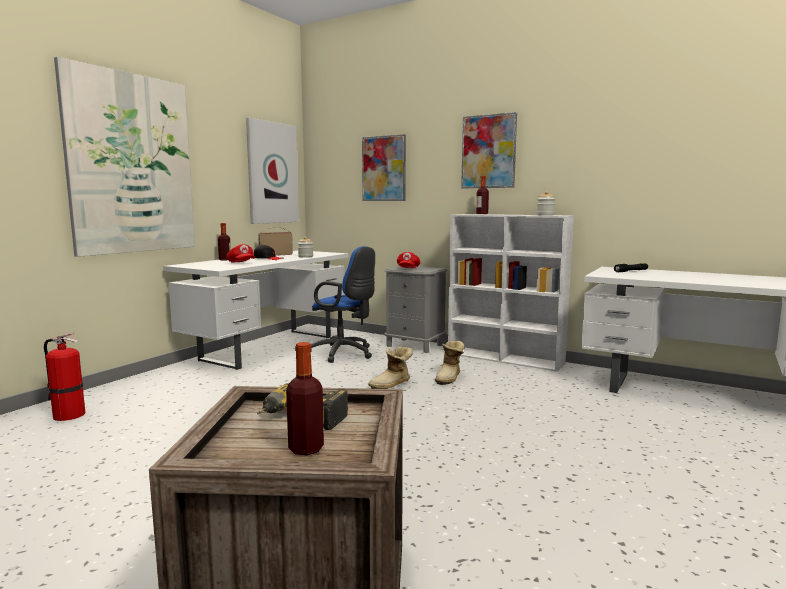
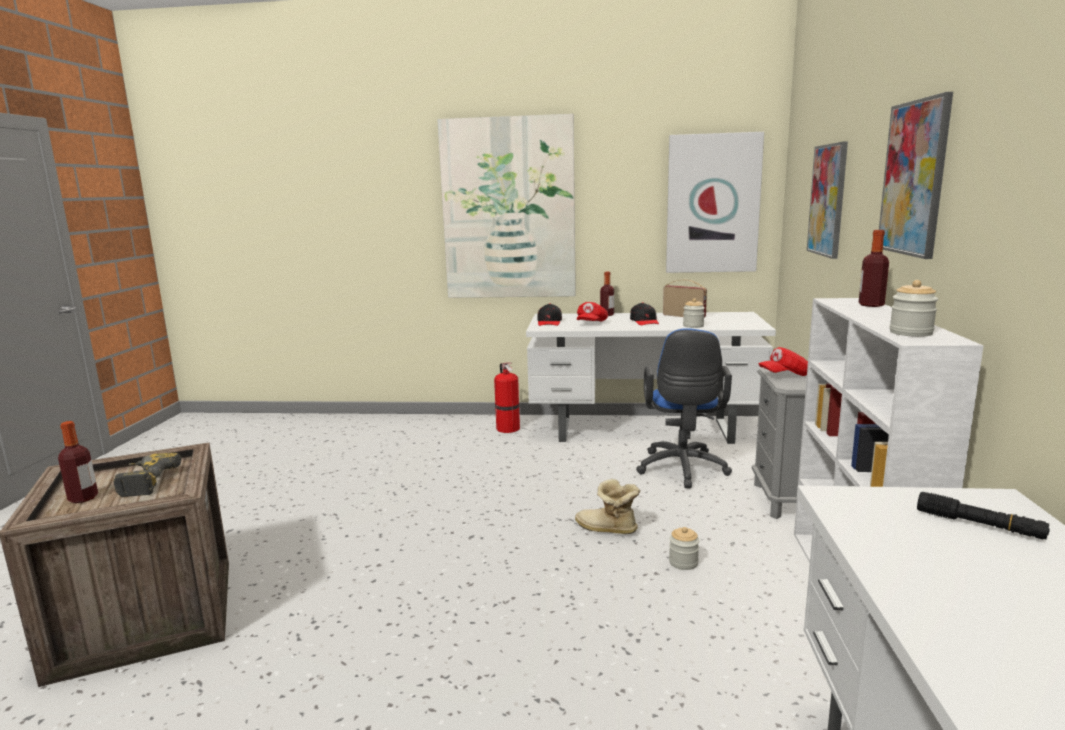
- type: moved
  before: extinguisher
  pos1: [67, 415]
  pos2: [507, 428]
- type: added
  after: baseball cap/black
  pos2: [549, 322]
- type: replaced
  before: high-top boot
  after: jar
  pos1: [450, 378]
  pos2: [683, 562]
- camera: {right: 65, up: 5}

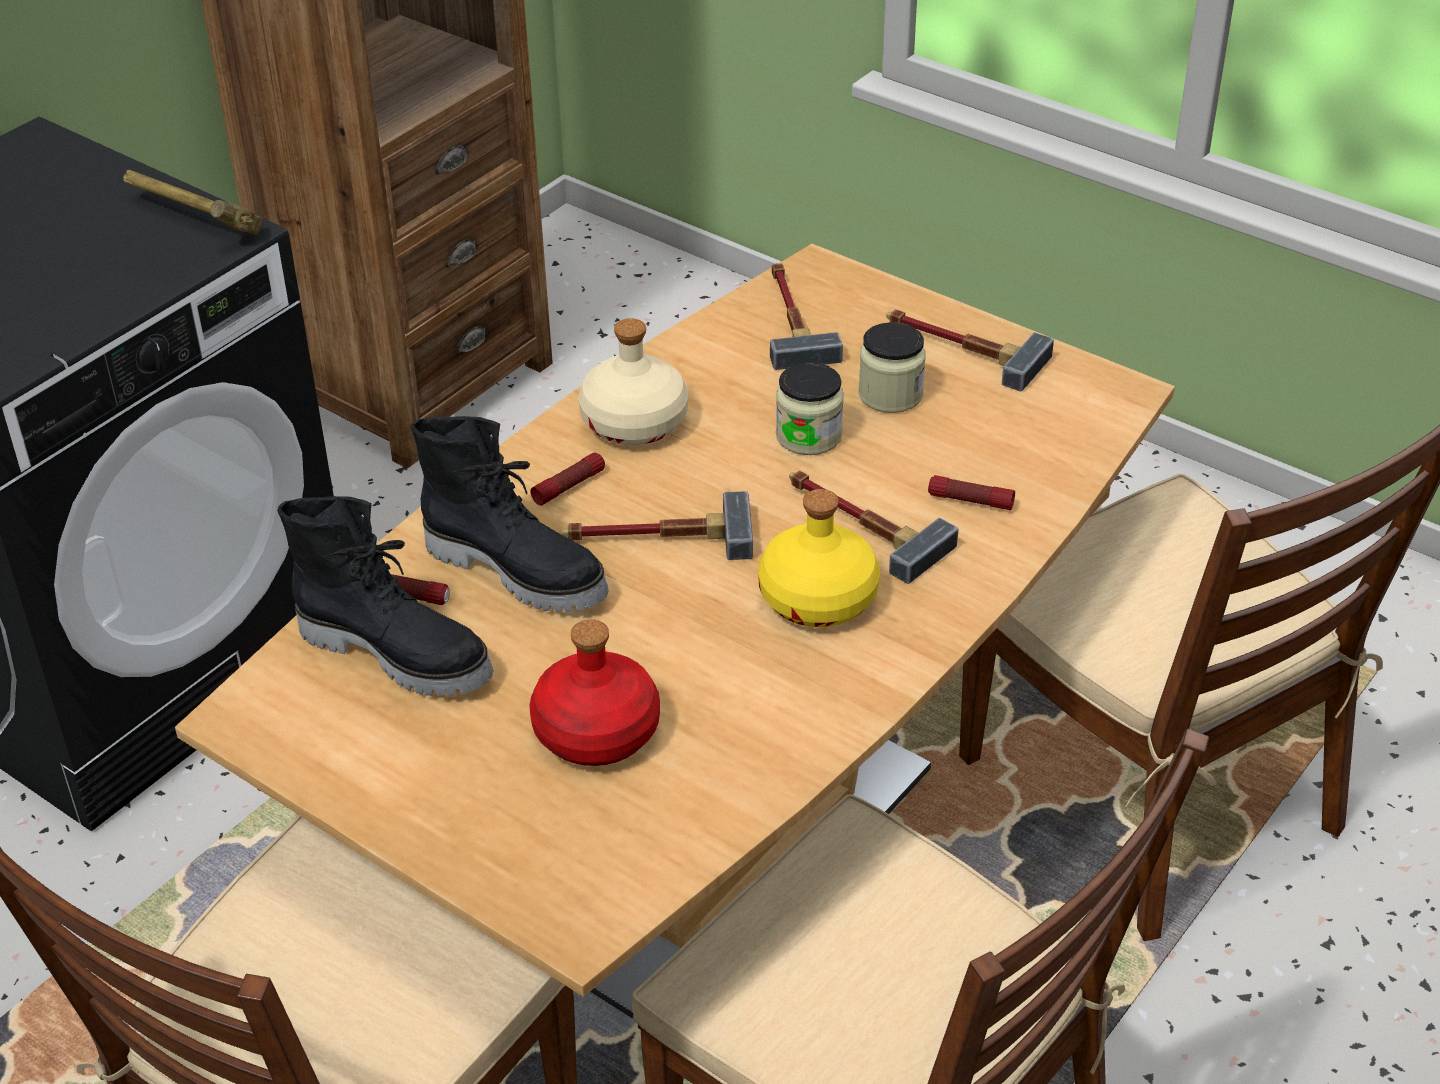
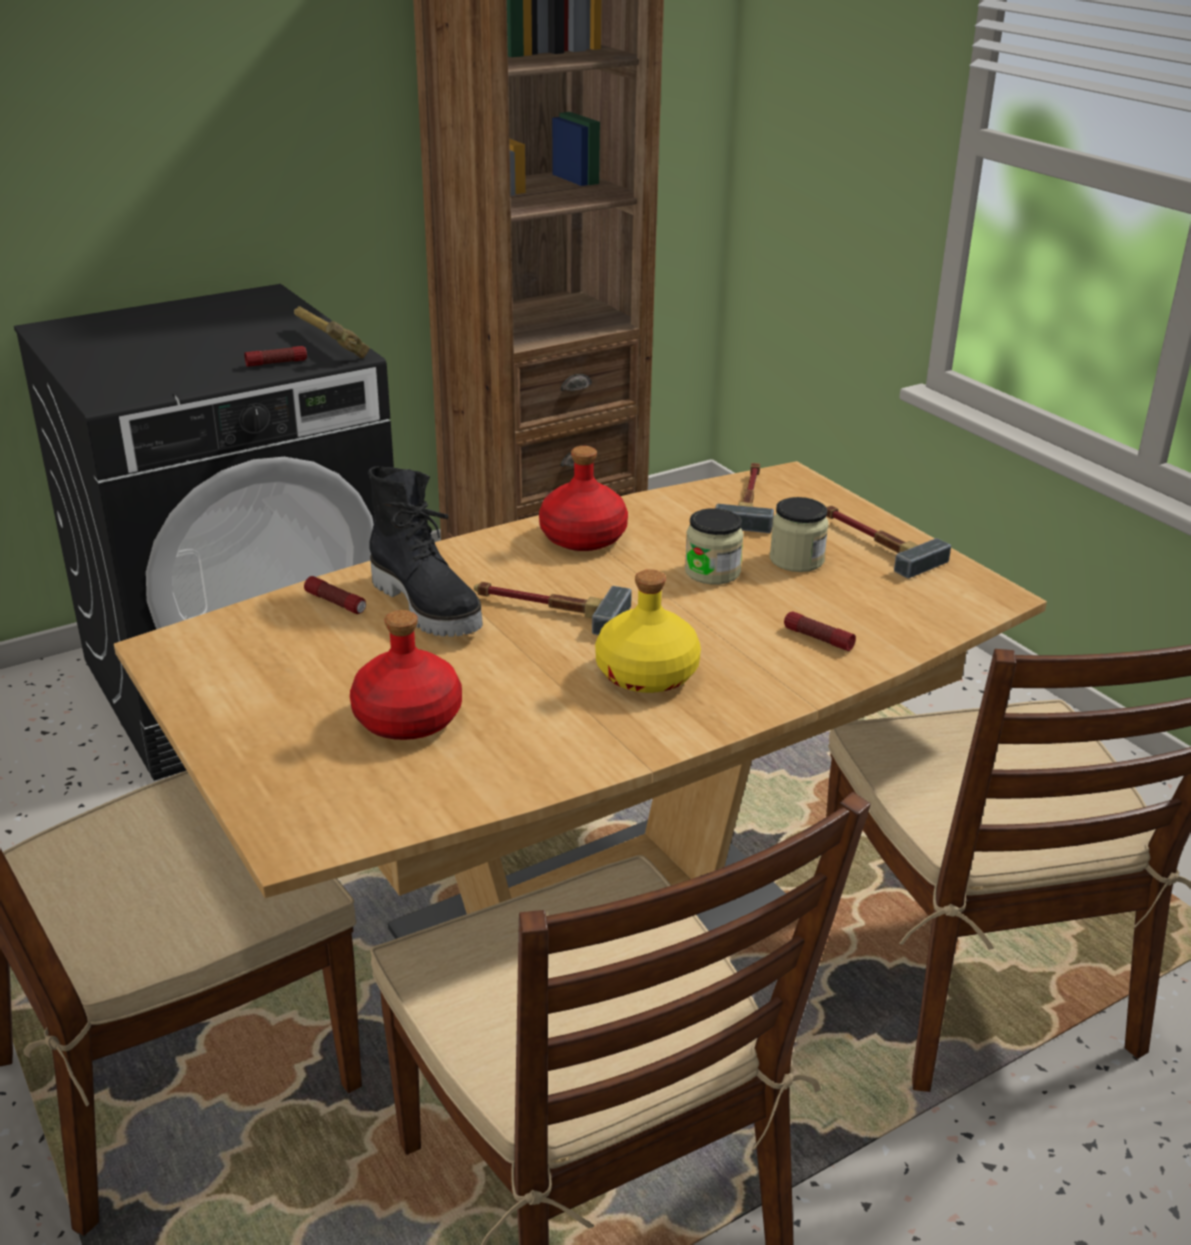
- type: moved
  before: flashlight
  pos1: [569, 486]
  pos2: [276, 363]
- type: recoloured
  before: beverage bottle/sand-coloured
  after: beverage bottle/red-coloured
  pos1: [633, 423]
  pos2: [582, 537]
- type: removed
  before: high-top boot/black
  pos1: [398, 653]
- type: removed
  before: hand hammer
  pos1: [860, 524]
- camera: {right: 20, up: -10}

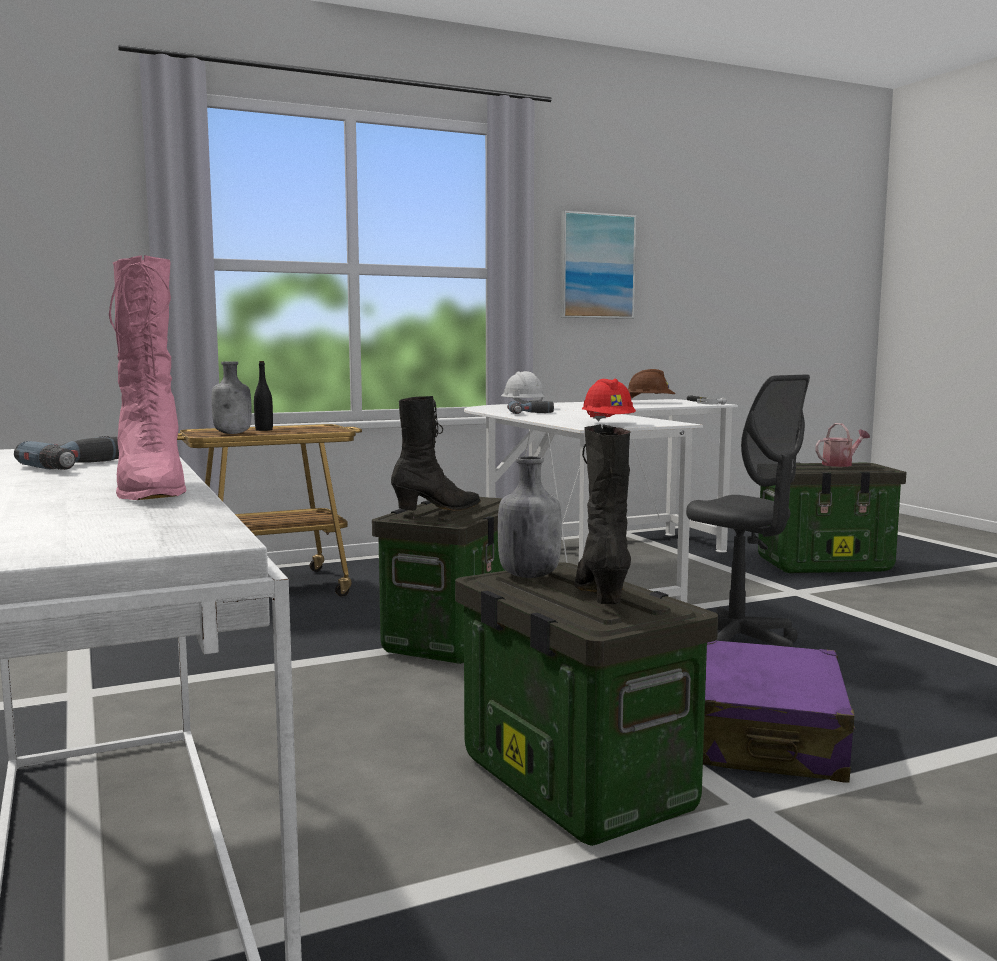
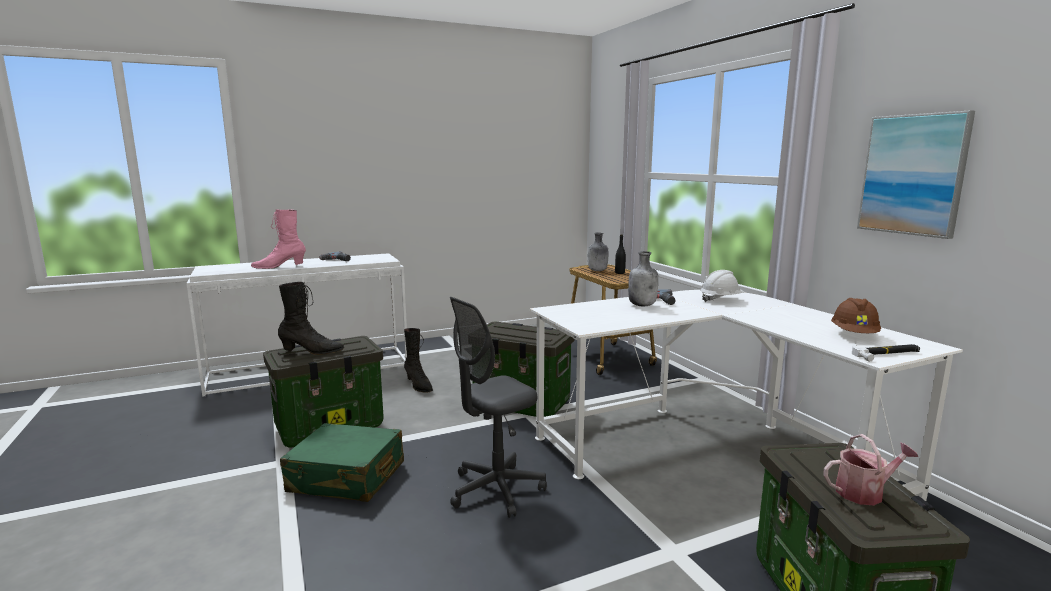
- type: recoloured
  before: travel case/purplish
  after: travel case/green
  pos1: [767, 738]
  pos2: [347, 477]
- type: moved
  before: high-top boot/black
  pos1: [438, 510]
  pos2: [418, 385]
- type: moved
  before: beverage bottle/gray
  pos1: [528, 575]
  pos2: [642, 305]
- type: turned
  before: watering can
  pos1: [840, 464]
  pos2: [864, 492]
  turn: -75
- type: removed
  before: safety helmet/red-coloured
  pos1: [608, 424]
- camera: {right: 90, up: 5}

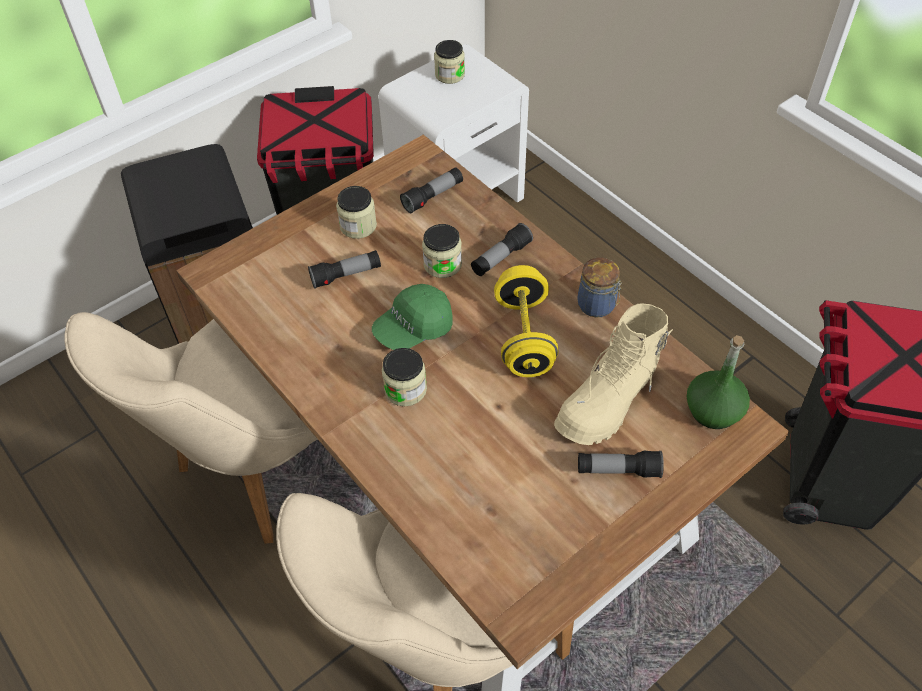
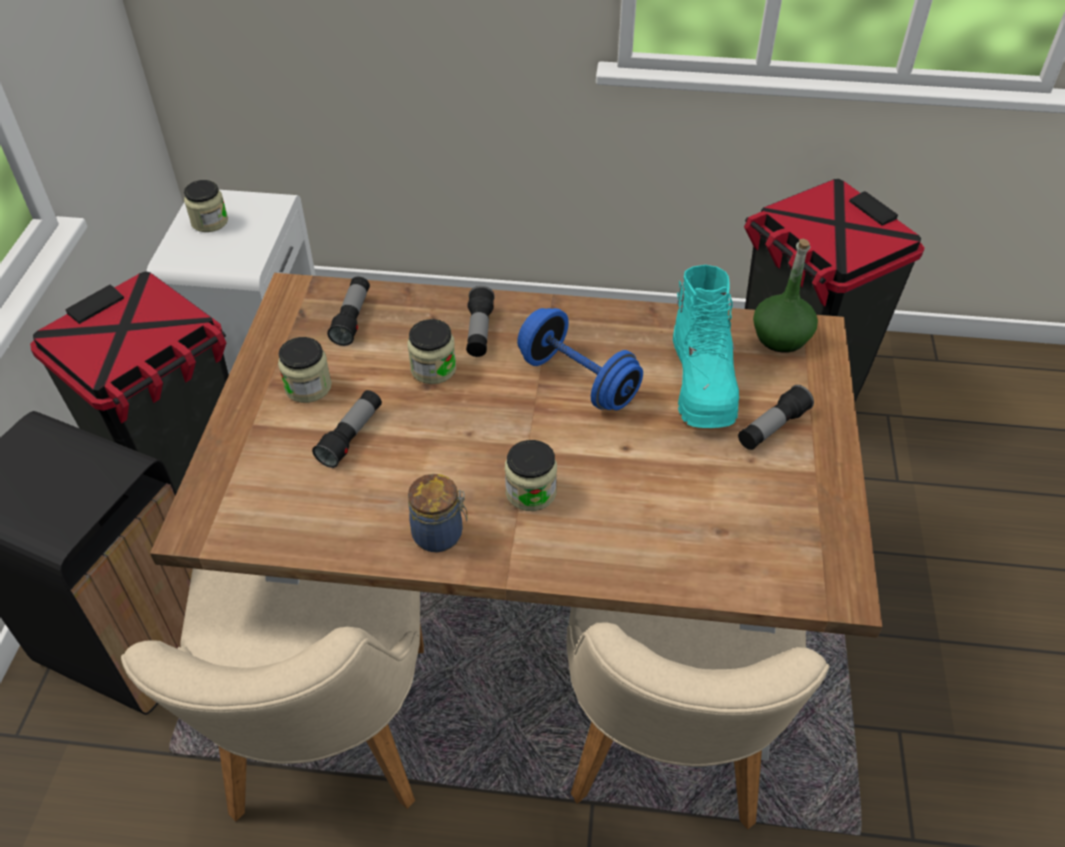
- type: moved
  before: jar
  pos1: [597, 306]
  pos2: [440, 534]
- type: recoloured
  before: free weight/yellowish
  after: free weight/blue-coloured
  pos1: [524, 337]
  pos2: [578, 380]
- type: recoloured
  before: high-top boot/sand-coloured
  after: high-top boot/turquoise-coloured
  pos1: [609, 401]
  pos2: [703, 383]
- type: removed
  before: baseball cap/green
  pos1: [413, 328]
- camera: {right: -45, up: -5}

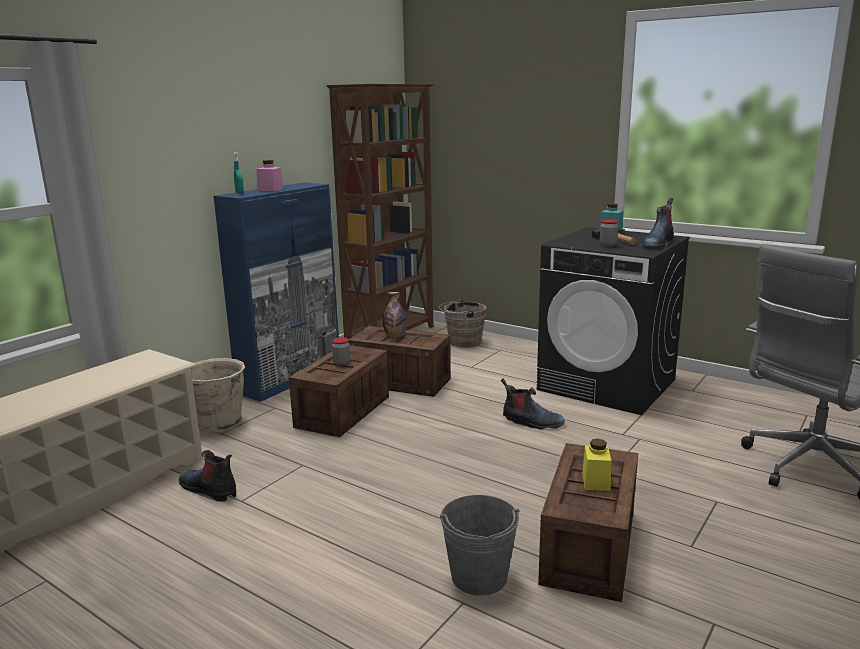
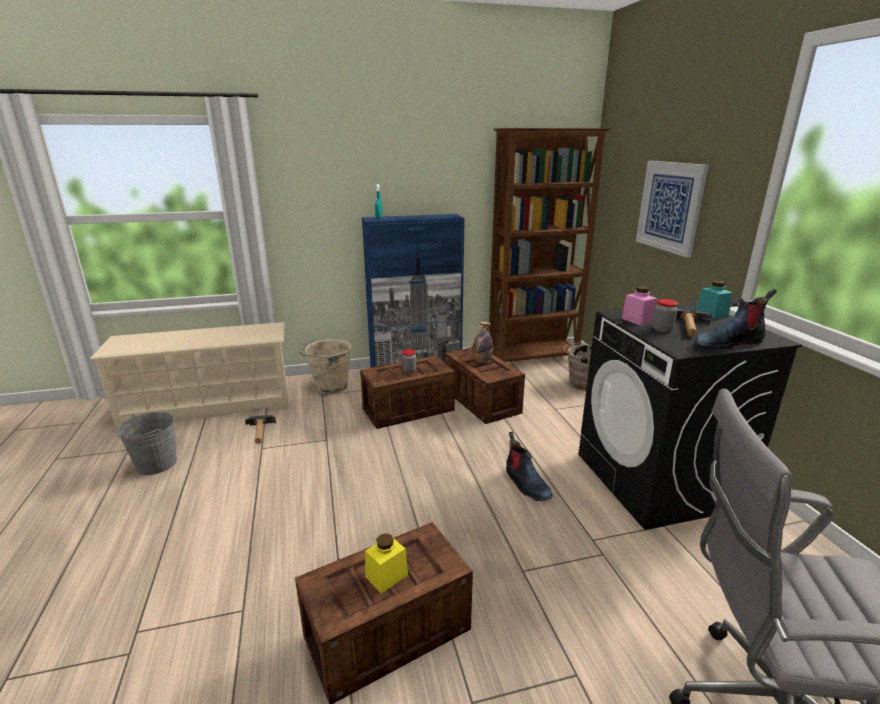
- type: moved
  before: water bucket/gray
  pos1: [479, 576]
  pos2: [156, 464]
- type: replaced
  before: high-top boot
  after: hand hammer
  pos1: [210, 490]
  pos2: [260, 432]
- type: moved
  before: jar/pink
  pos1: [270, 190]
  pos2: [637, 320]
- type: added
  after: wall art
  pos2: [670, 207]
- camera: {right: 40, up: 5}

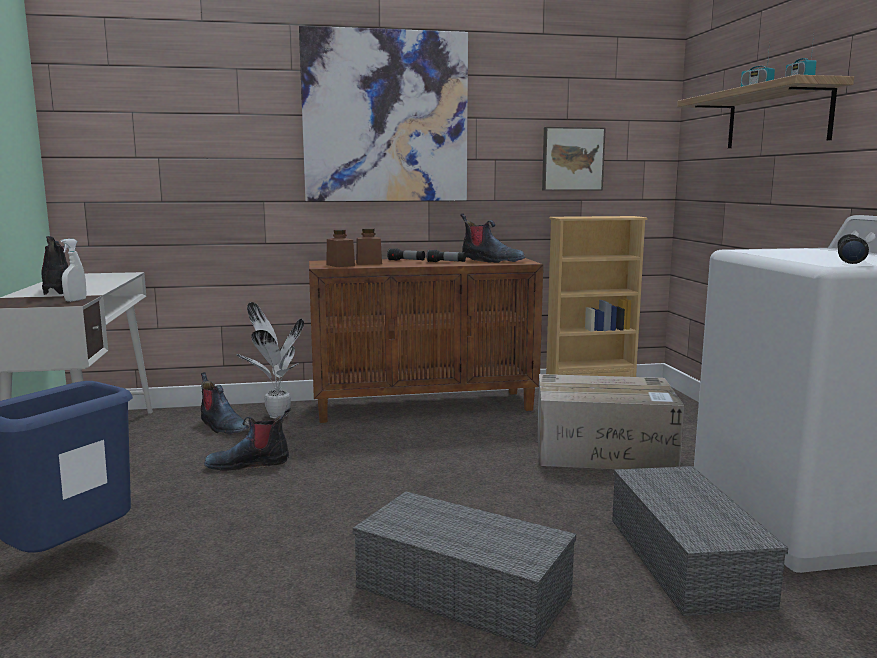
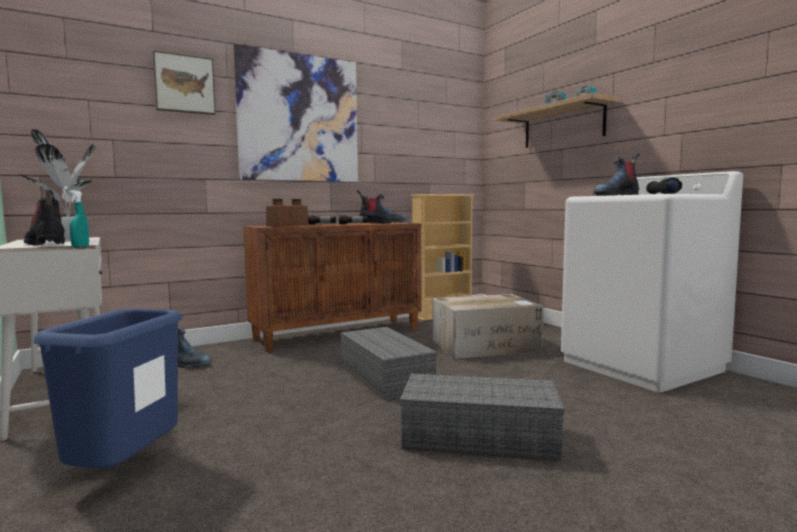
- type: moved
  before: houseplant
  pos1: [277, 415]
  pos2: [68, 239]
- type: recoloured
  before: hand sprayer/white
  after: hand sprayer/turquoise-coloured
  pos1: [75, 300]
  pos2: [80, 247]
- type: moved
  before: wall art
  pos1: [572, 159]
  pos2: [184, 84]
- type: moved
  before: storage container/gray
  pos1: [682, 558]
  pos2: [383, 376]
- type: moved
  before: high-top boot
  pos1: [249, 464]
  pos2: [616, 195]
- camera: {right: -20, up: -5}

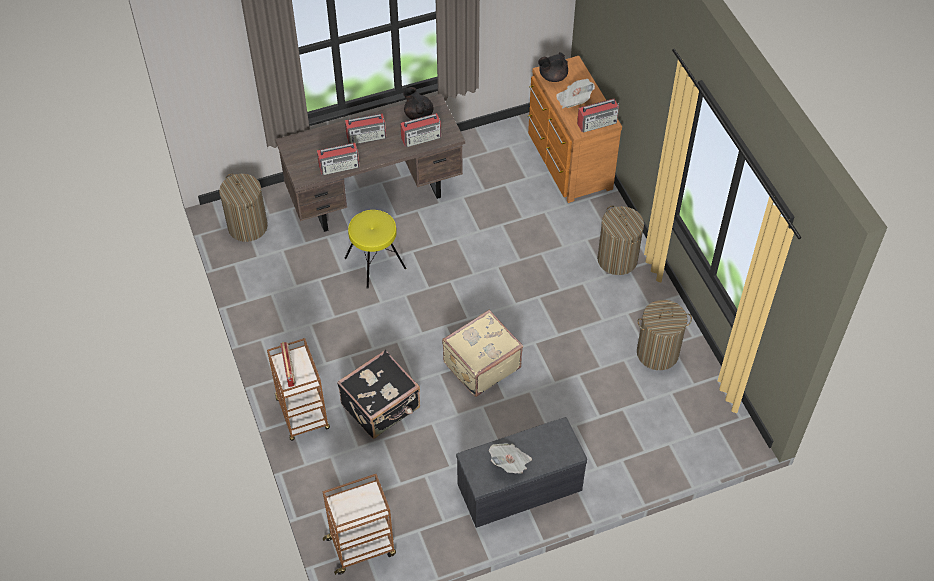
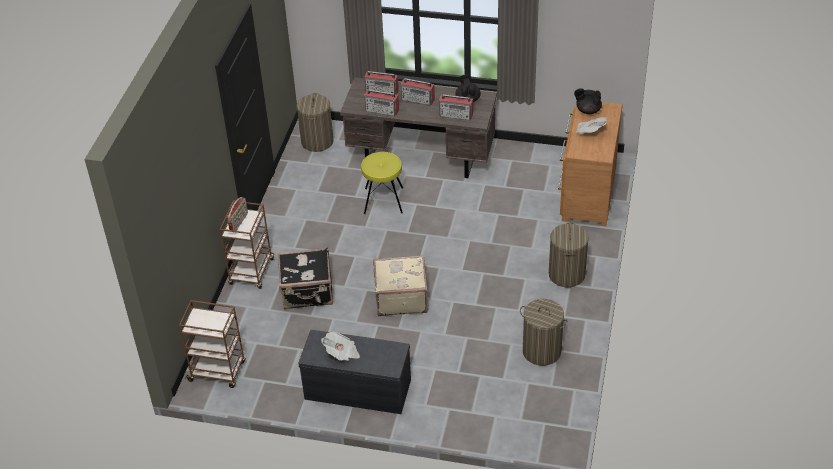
- type: moved
  before: radio receiver
  pos1: [597, 123]
  pos2: [382, 91]
- camera: {right: 35, up: -10}

